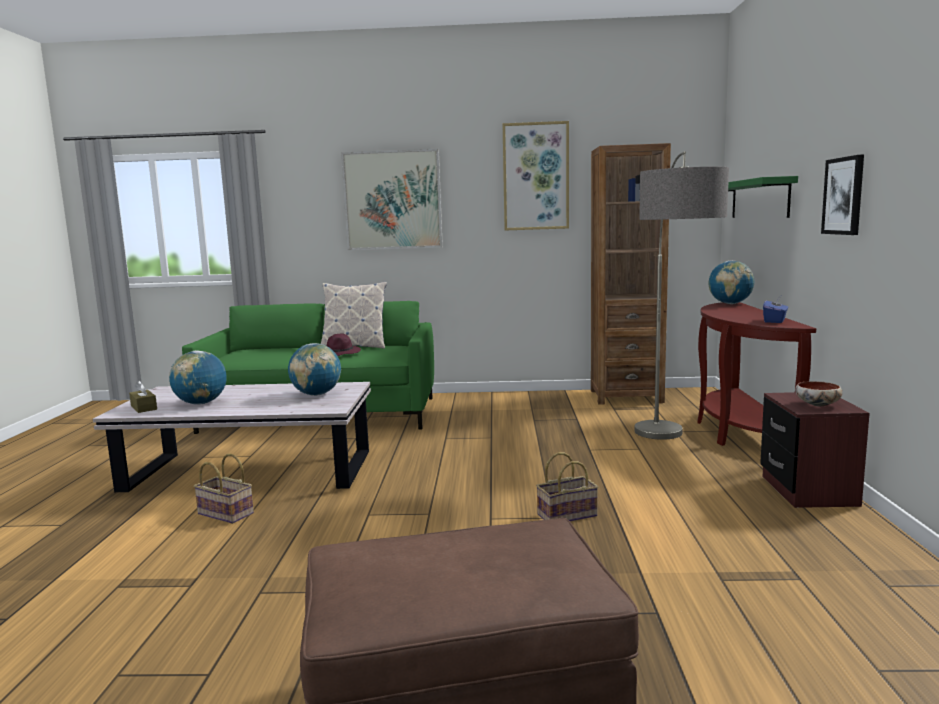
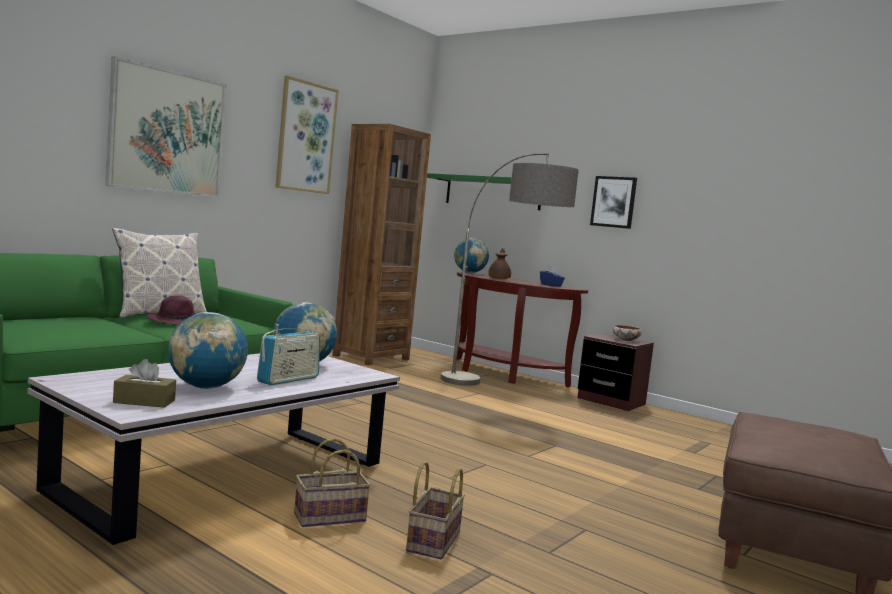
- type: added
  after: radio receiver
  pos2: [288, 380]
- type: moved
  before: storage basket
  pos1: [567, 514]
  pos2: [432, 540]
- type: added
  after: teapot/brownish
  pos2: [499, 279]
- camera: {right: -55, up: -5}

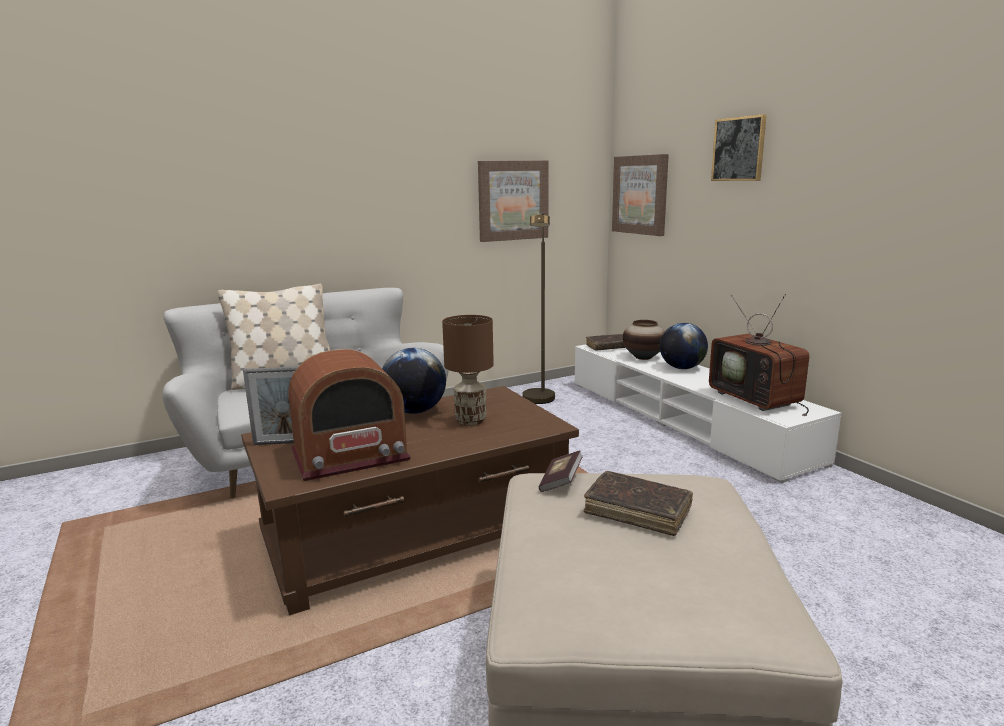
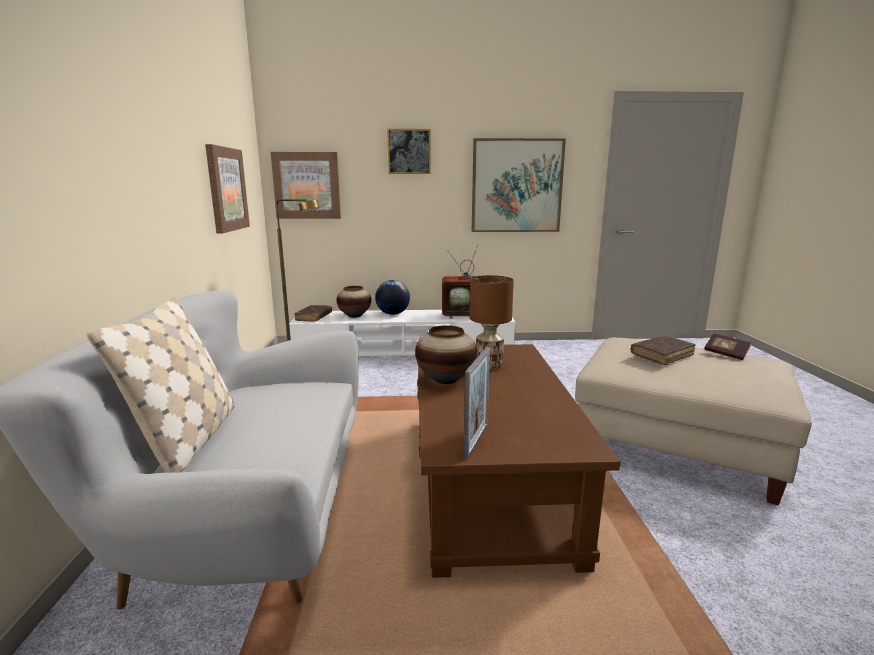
- type: replaced
  before: desk globe
  after: decorative vase
  pos1: [415, 411]
  pos2: [446, 380]
- type: added
  after: wall art
  pos2: [516, 186]
- type: moved
  before: book
  pos1: [560, 482]
  pos2: [726, 354]
- type: removed
  before: radio receiver
  pos1: [350, 455]
- camera: {right: -65, up: 0}

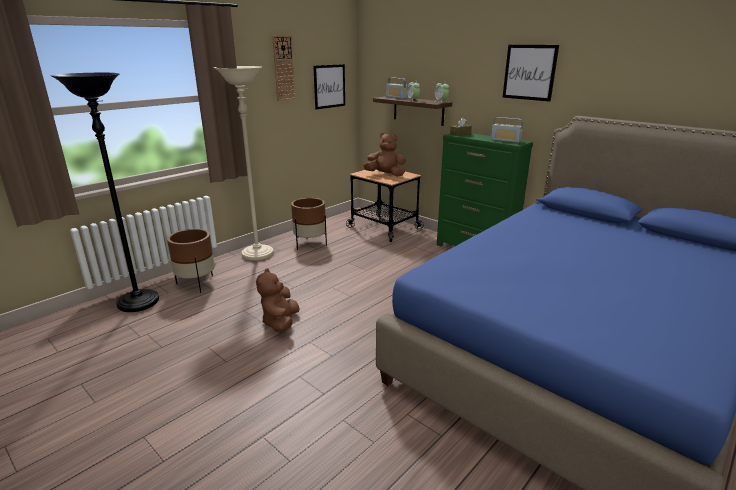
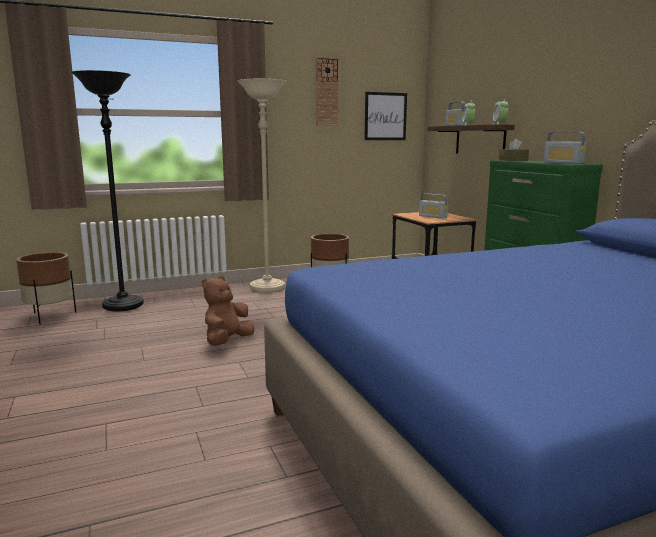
- type: moved
  before: planter/brownish
  pos1: [196, 284]
  pos2: [50, 316]
- type: replaced
  before: soft toy/brownish
  after: radio receiver
  pos1: [385, 175]
  pos2: [432, 216]
- type: removed
  before: wall art
  pos1: [529, 72]
- camera: {right: 25, up: -10}

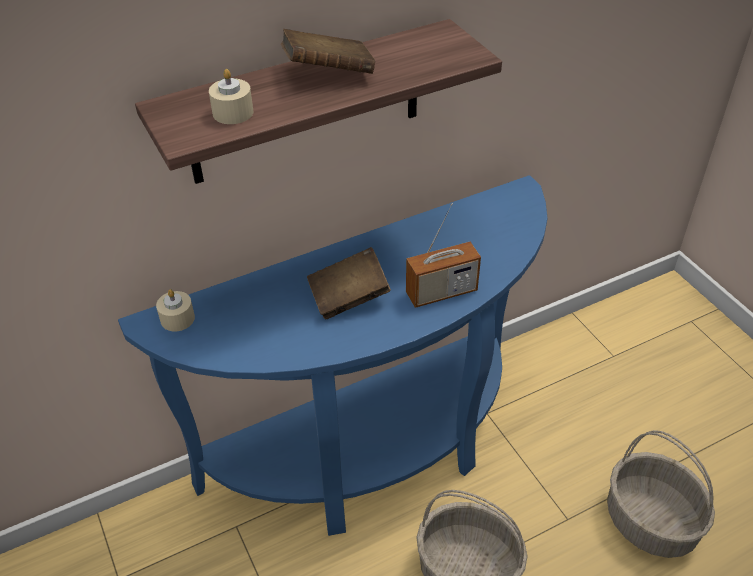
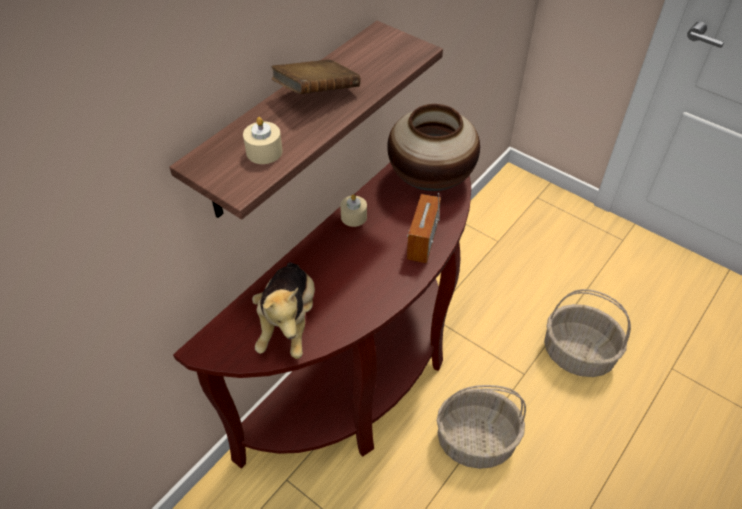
- type: recoloured
  before: narrow table/blue-coloured
  after: narrow table/brownish
  pos1: [374, 453]
  pos2: [364, 379]
- type: added
  after: soft toy
  pos2: [288, 322]
- type: moved
  before: candle/sand-coloured
  pos1: [177, 318]
  pos2: [354, 217]
- type: added
  after: decorative vase
  pos2: [430, 179]
- type: turned
  before: radio receiver
  pos1: [441, 292]
  pos2: [422, 242]
  turn: 150
- type: removed
  before: book/brownish
  pos1: [349, 297]
- camera: {right: -25, up: 5}

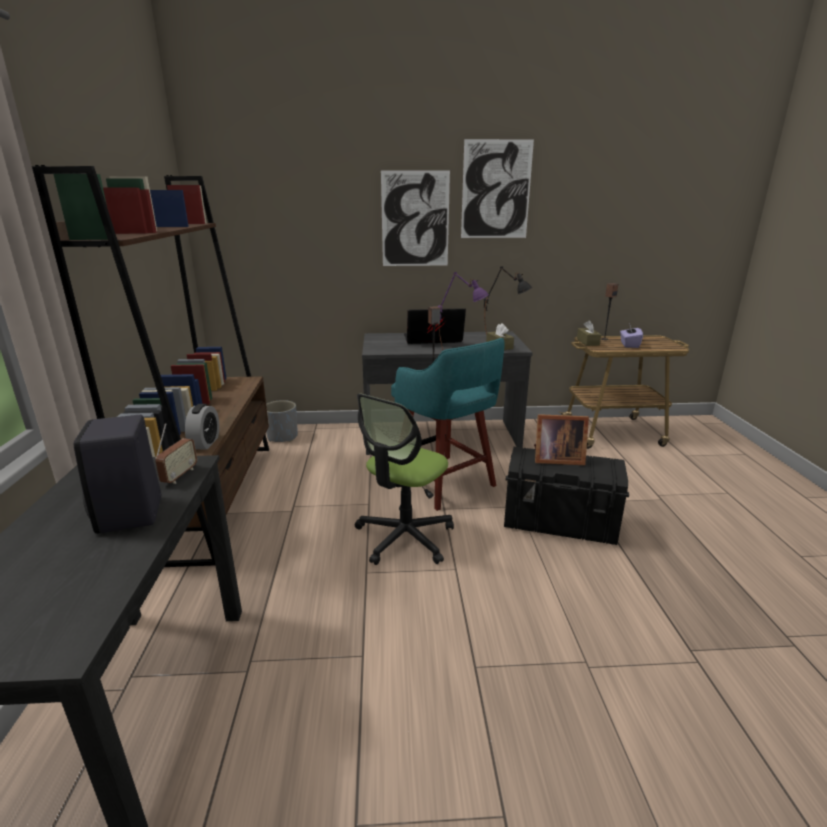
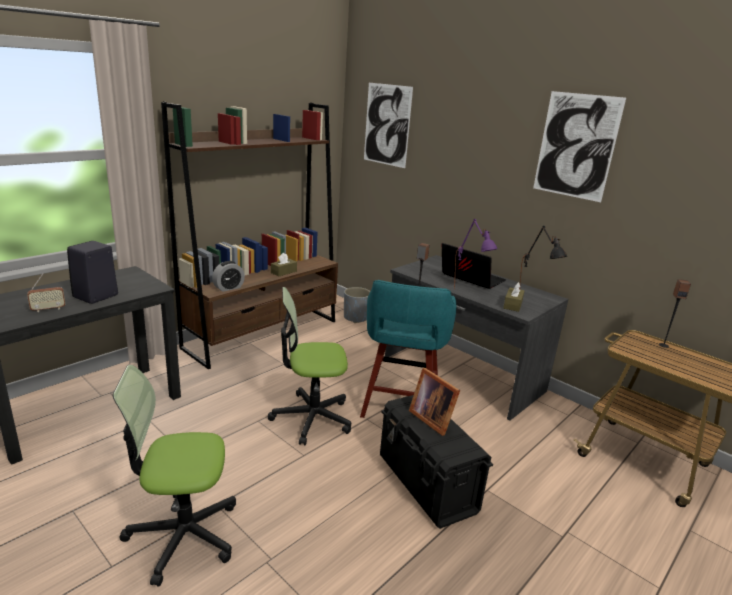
- type: moved
  before: radio receiver
  pos1: [179, 475]
  pos2: [48, 309]
- type: added
  after: desk chair
  pos2: [183, 535]
- type: moved
  before: box of tissues/brownish
  pos1: [587, 342]
  pos2: [283, 272]
- type: moved
  before: wall art
  pos1: [415, 219]
  pos2: [387, 125]
- type: removed
  before: box of tissues/purplish
  pos1: [629, 345]
- camera: {right: 45, up: 0}

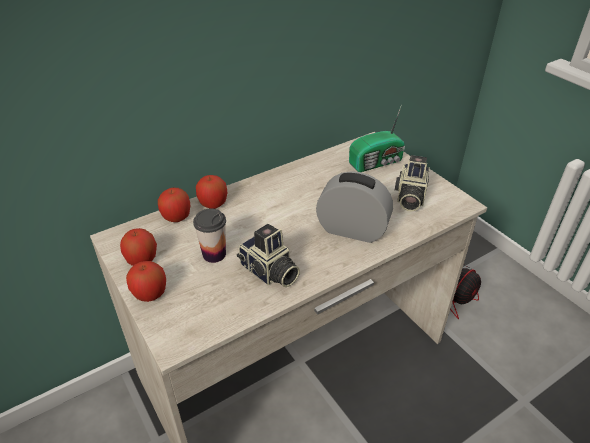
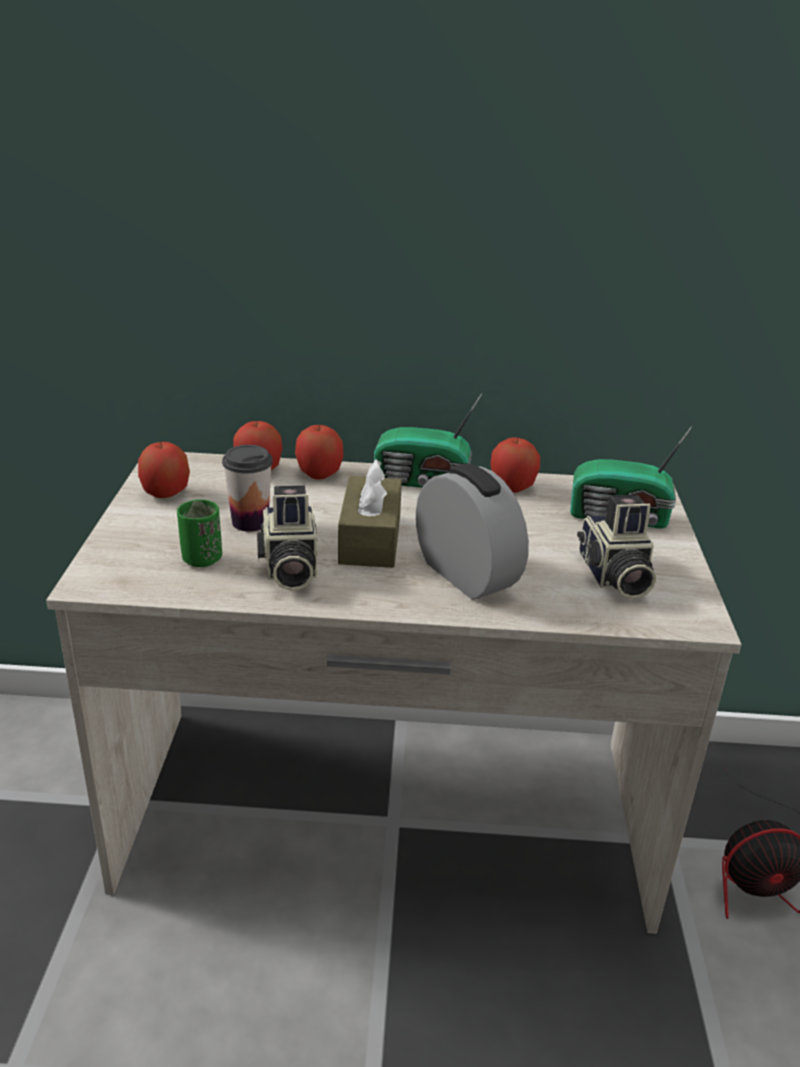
- type: added
  after: drinking cup/green
  pos2: [202, 559]
- type: added
  after: box of tissues/brownish
  pos2: [370, 539]
- type: added
  after: radio receiver
  pos2: [423, 482]
- type: moved
  before: apple fruit
  pos1: [150, 294]
  pos2: [512, 487]
- type: turned
  before: still camera
  pos1: [409, 198]
  pos2: [613, 576]
  turn: -60
- camera: {right: 35, up: -10}

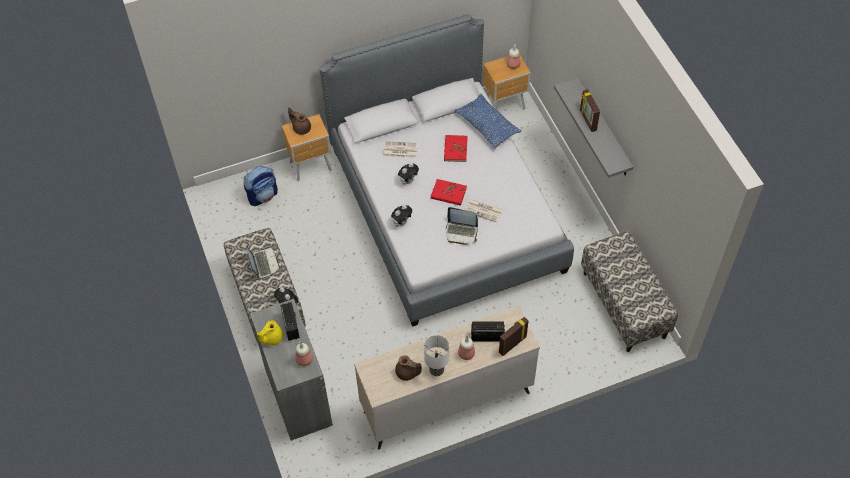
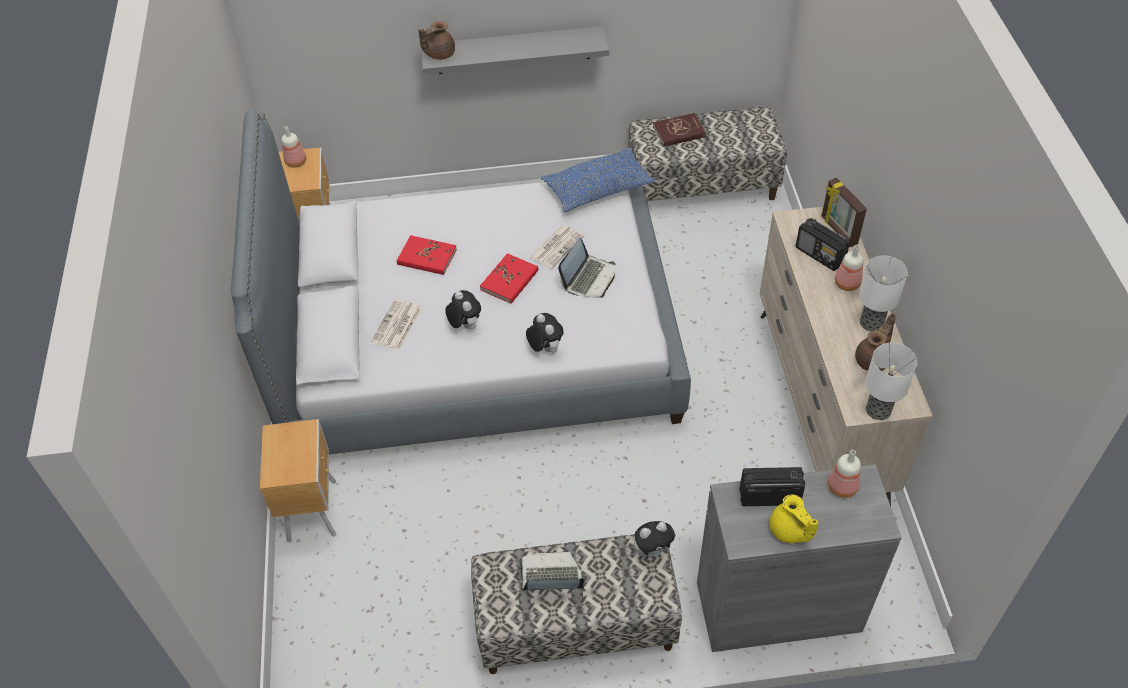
- type: moved
  before: teapot/brownish
  pos1: [301, 128]
  pos2: [439, 54]
- type: moved
  before: cushion/blue-coloured
  pos1: [487, 125]
  pos2: [597, 189]
- type: added
  after: book/red-coloured
  pos2: [679, 132]
- type: turned
  before: radio receiver
  pos1: [487, 336]
  pos2: [820, 255]
  turn: -60
- type: added
  after: tabletop lamp
  pos2: [878, 410]
- type: removed
  before: knapsack
  pos1: [263, 196]
- type: removed
  before: photo frame
  pos1: [587, 121]
- camera: {right: -75, up: -5}

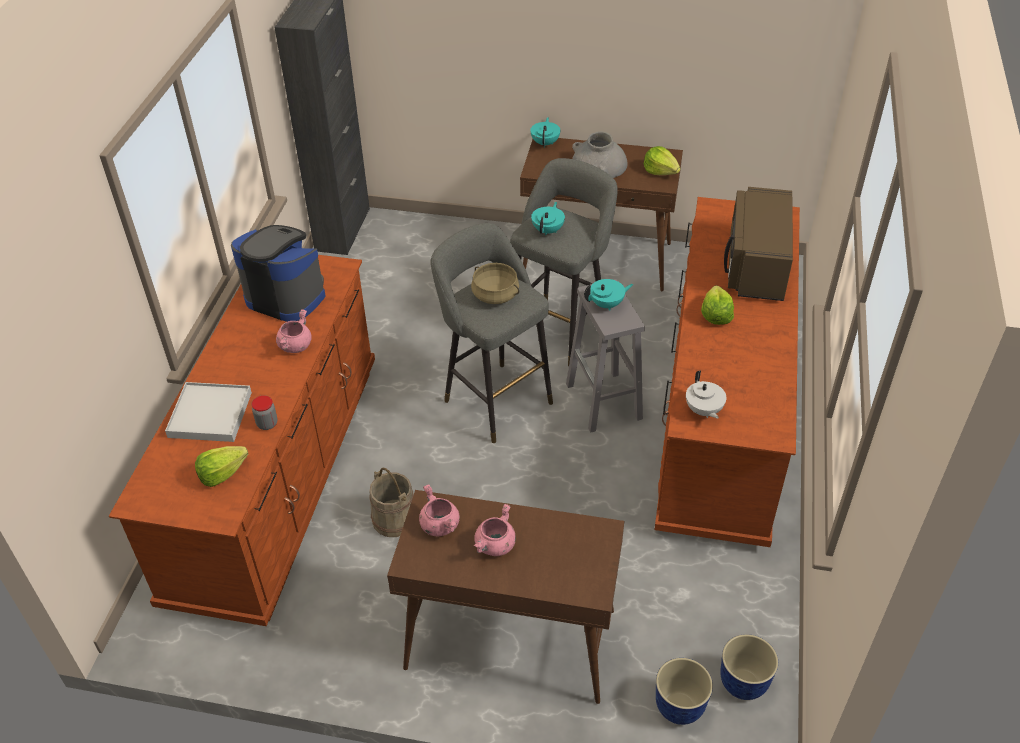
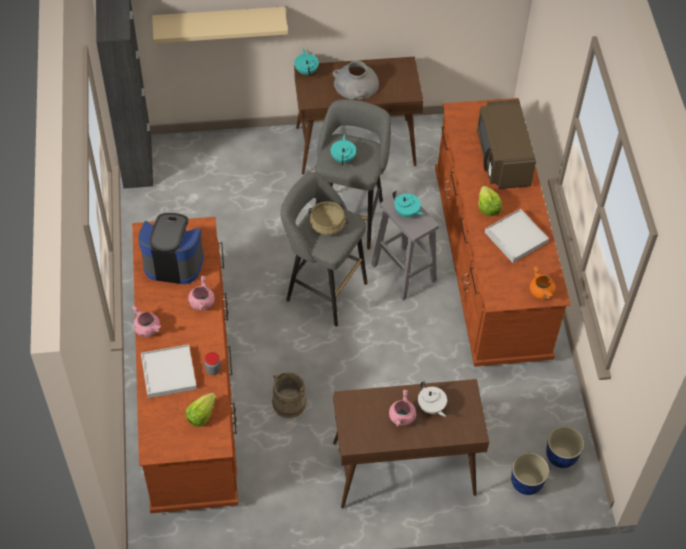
- type: moved
  before: saucepot/pink
  pos1: [439, 525]
  pos2: [147, 329]
- type: added
  after: bracket shelf/sand-coloured
  pos2: [219, 22]
- type: turned
  before: teapot/turquoise-coloured
  pos1: [607, 304]
  pos2: [406, 212]
  turn: 75
- type: moved
  before: teapot/white
  pos1: [703, 411]
  pos2: [431, 407]
- type: added
  after: serving tray/white
  pos2: [516, 237]
- type: added
  after: saucepot/orangey
  pos2: [541, 292]
- type: removed
  before: lettuce
  pos1: [660, 171]
- camera: {right: -20, up: 10}

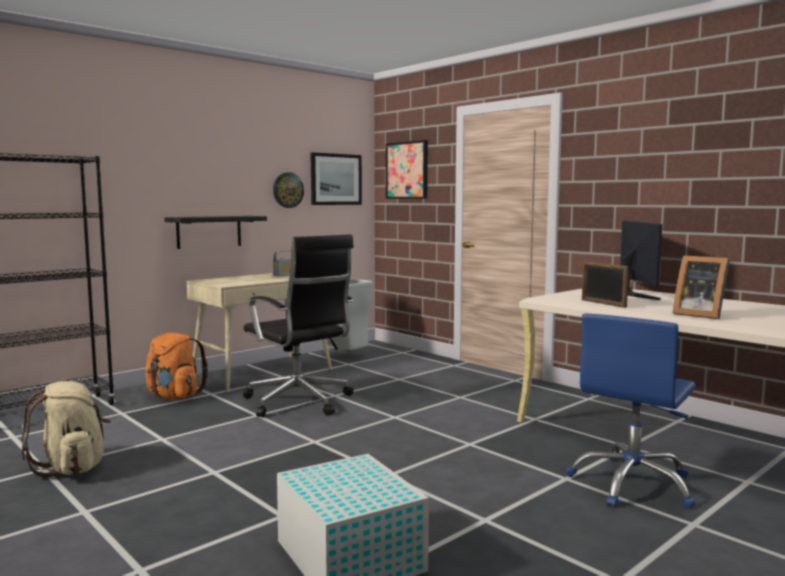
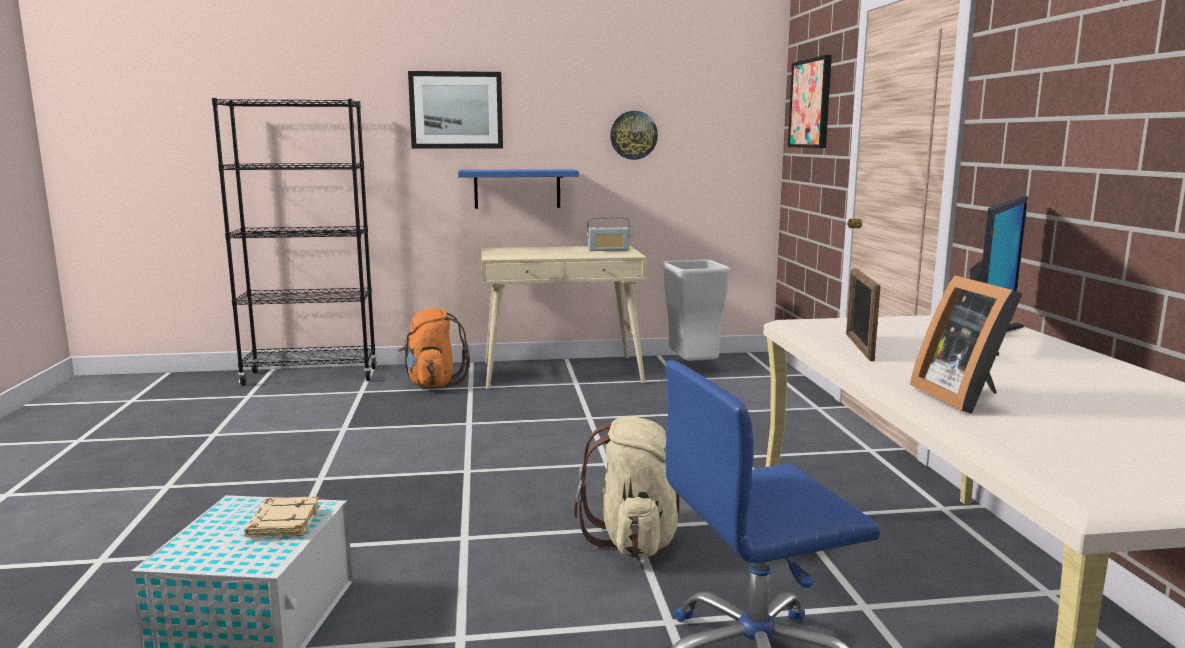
- type: added
  after: book/sand-coloured
  pos2: [283, 523]
- type: moved
  before: wall art
  pos1: [336, 179]
  pos2: [456, 110]
- type: recoloured
  before: bracket shelf/black
  after: bracket shelf/blue-coloured
  pos1: [209, 231]
  pos2: [517, 188]
- type: moved
  before: knapsack/sand-coloured
  pos1: [72, 467]
  pos2: [635, 539]
- type: removed
  before: desk chair/black
  pos1: [299, 402]
- camera: {right: 35, up: 5}

